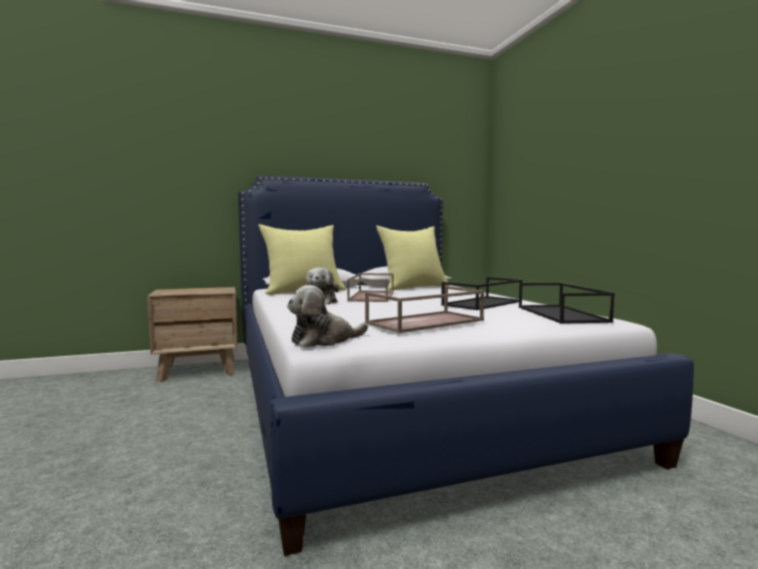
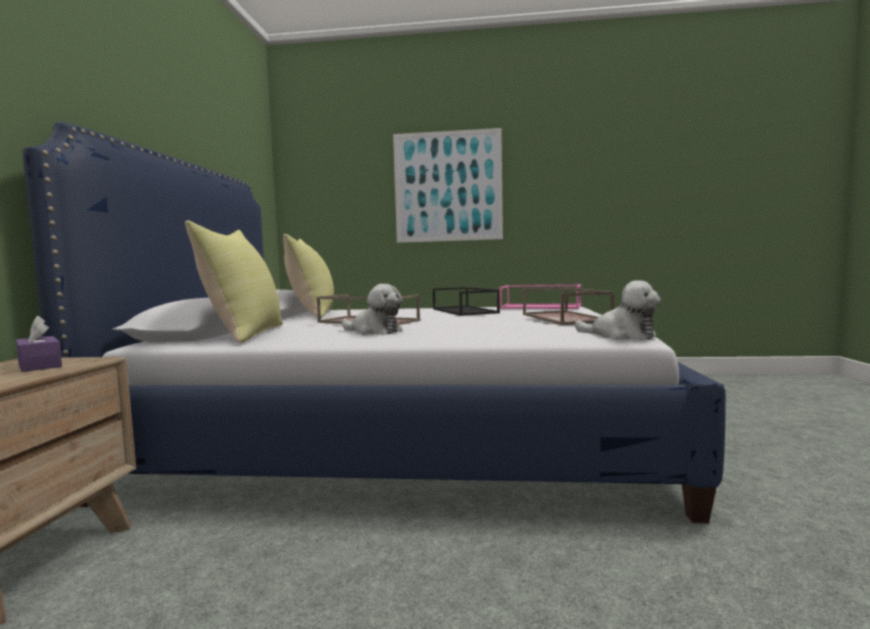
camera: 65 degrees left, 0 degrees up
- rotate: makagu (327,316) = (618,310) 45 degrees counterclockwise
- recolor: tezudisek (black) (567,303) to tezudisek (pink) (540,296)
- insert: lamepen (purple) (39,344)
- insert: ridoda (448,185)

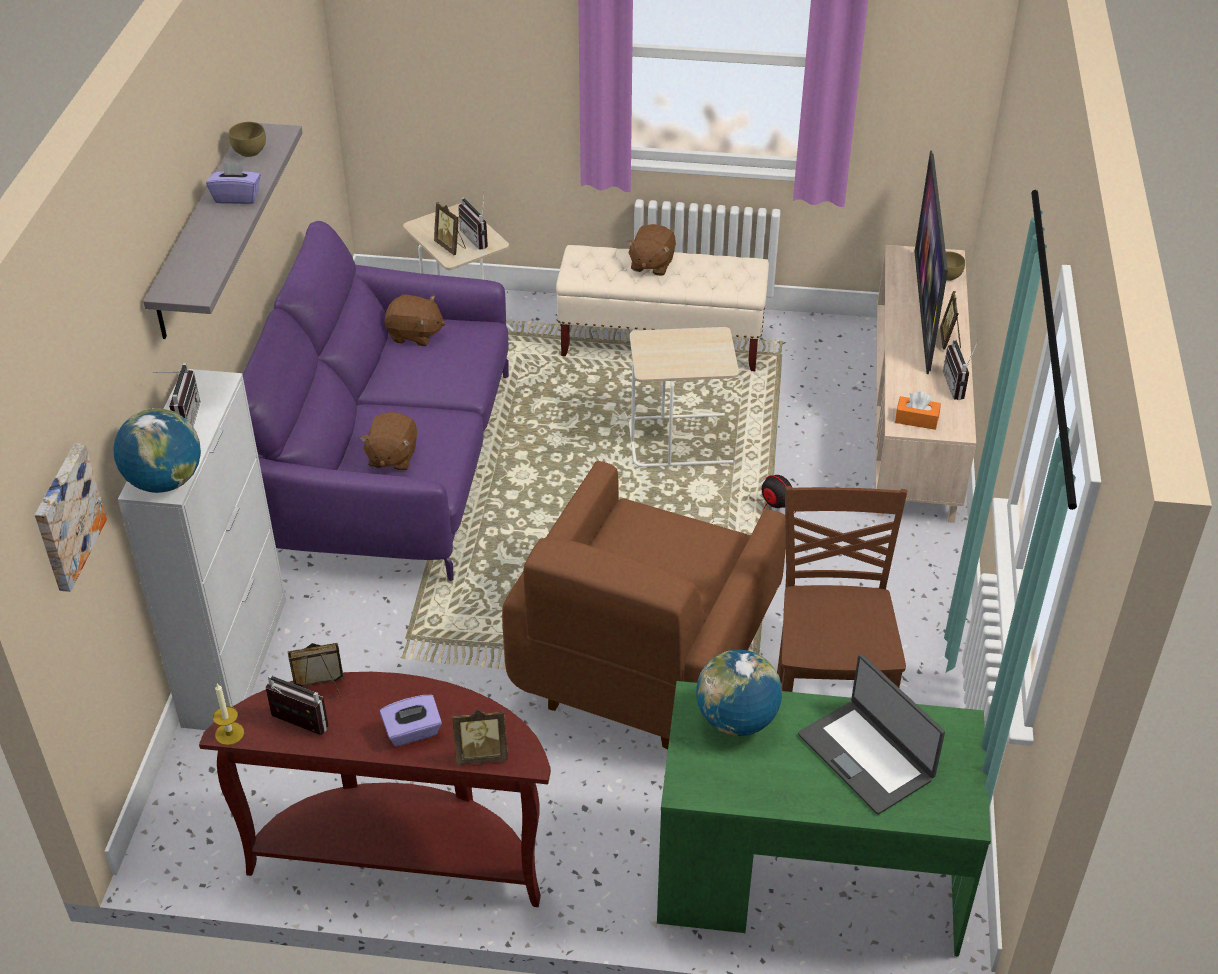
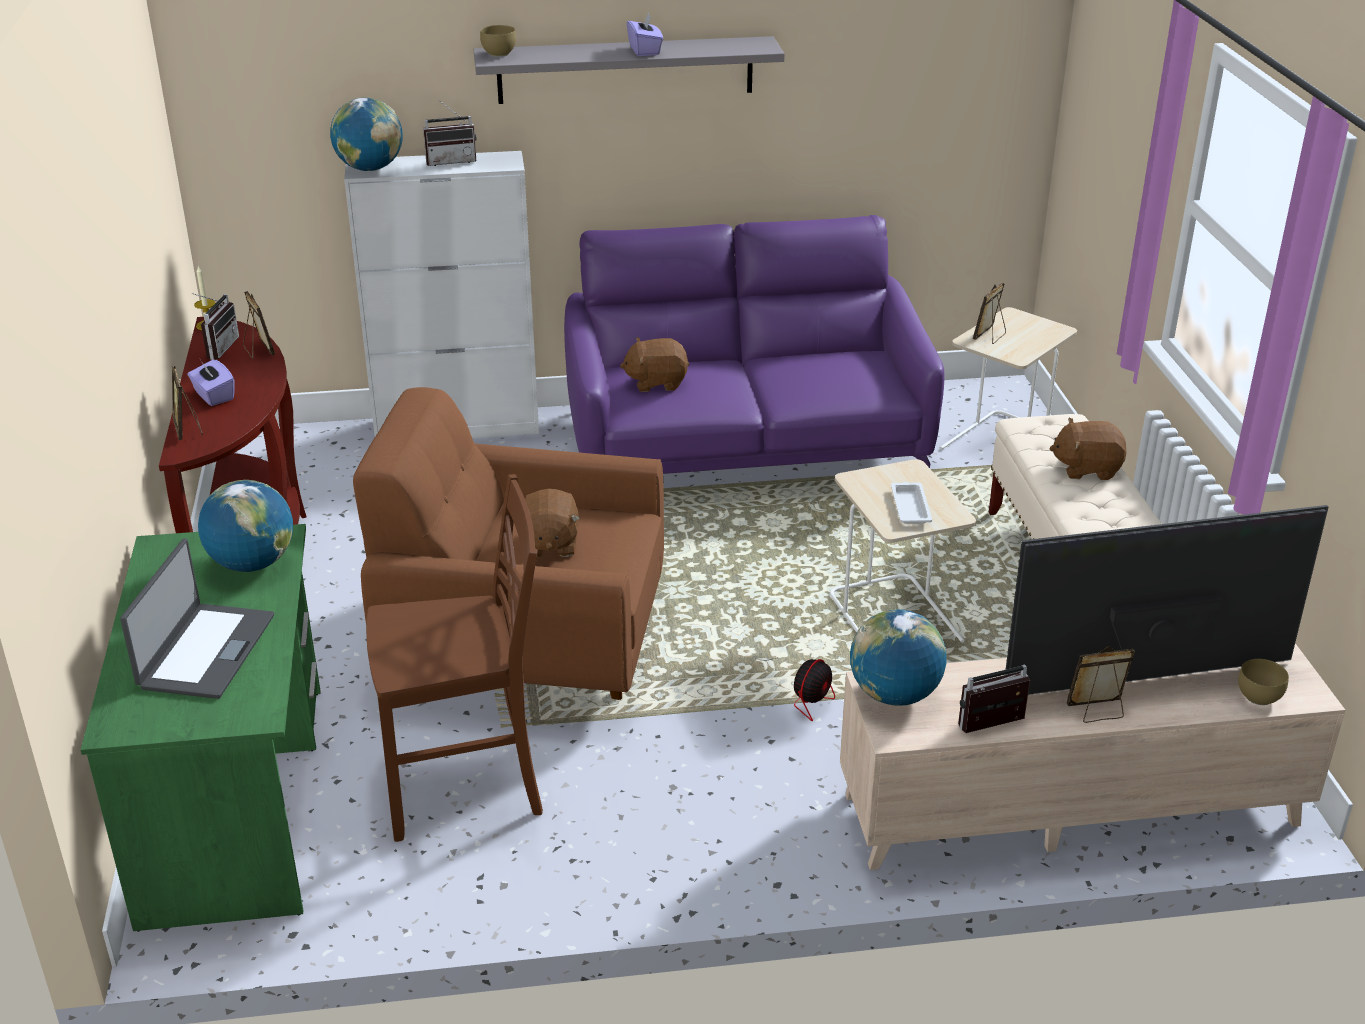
camera: 75 degrees right, 10 degrees down
- delete: ridoda (71,517)
- move: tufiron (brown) (247,139) to (498,41)
- move: makagu (brown) (415,320) to (552,523)
- delete: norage (473,220)
- rotate: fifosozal (871,734) = (197,619) 150 degrees clockwise
- replace: lamepen (orange) (918,410) to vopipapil (898,657)
- insert: tezudisek (white) (911,503)

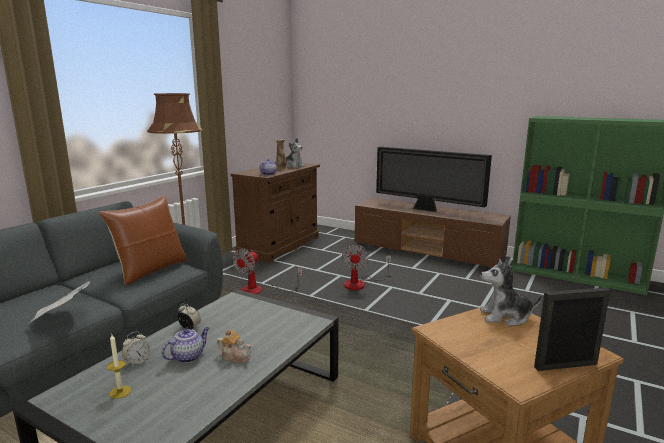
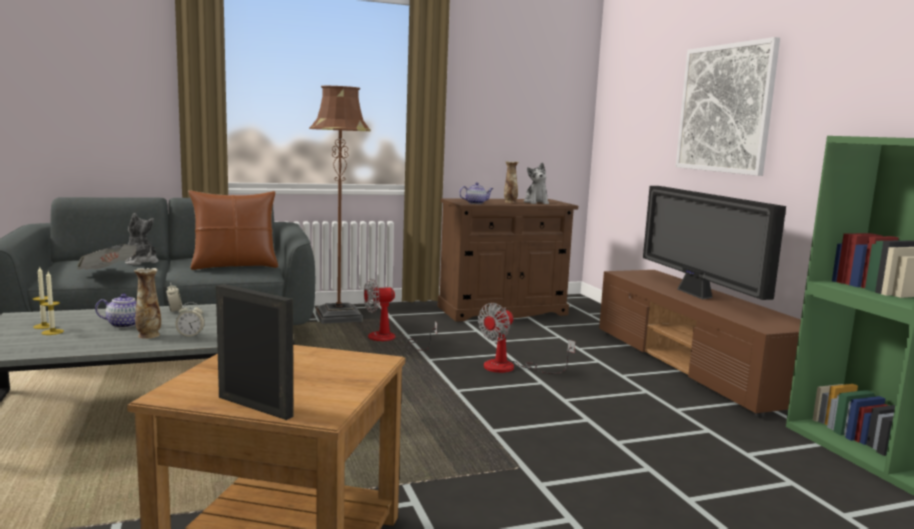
camera: 40 degrees right, 5 degrees down
- move: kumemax (136,349) to (190,319)
- replace: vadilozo (234,346) to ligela (147,303)
- move: makagu (511,292) to (141,239)
- insert: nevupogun (52,303)
- insert: ridoda (728,106)

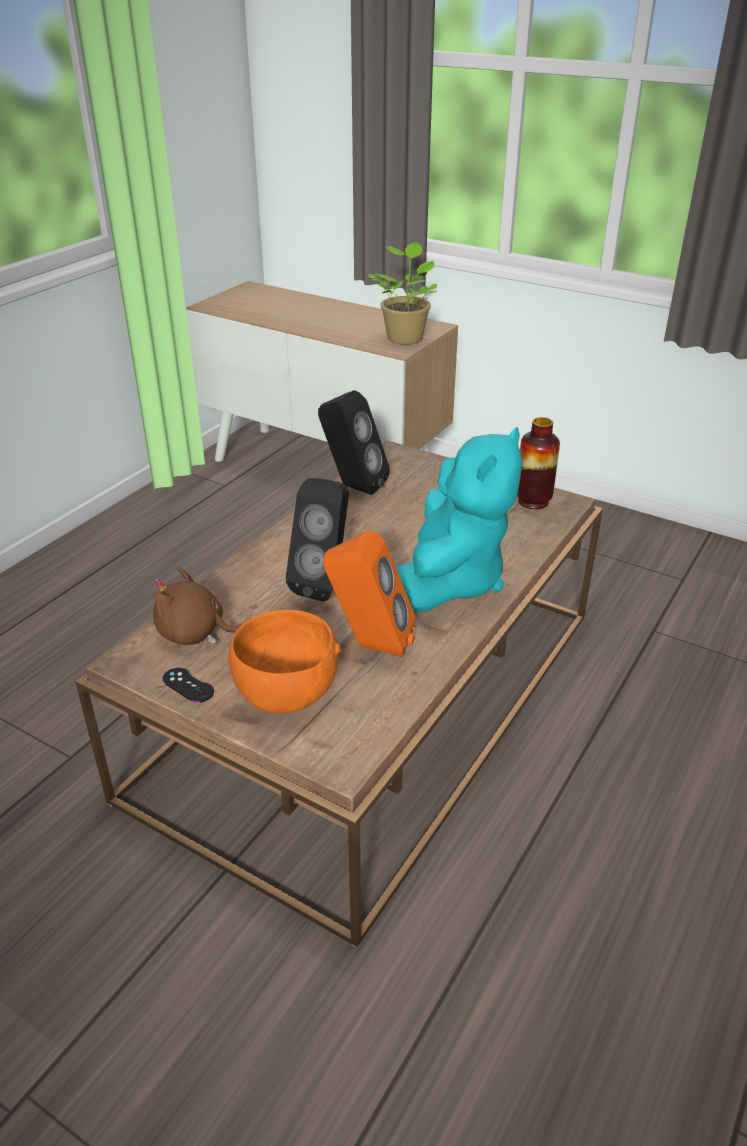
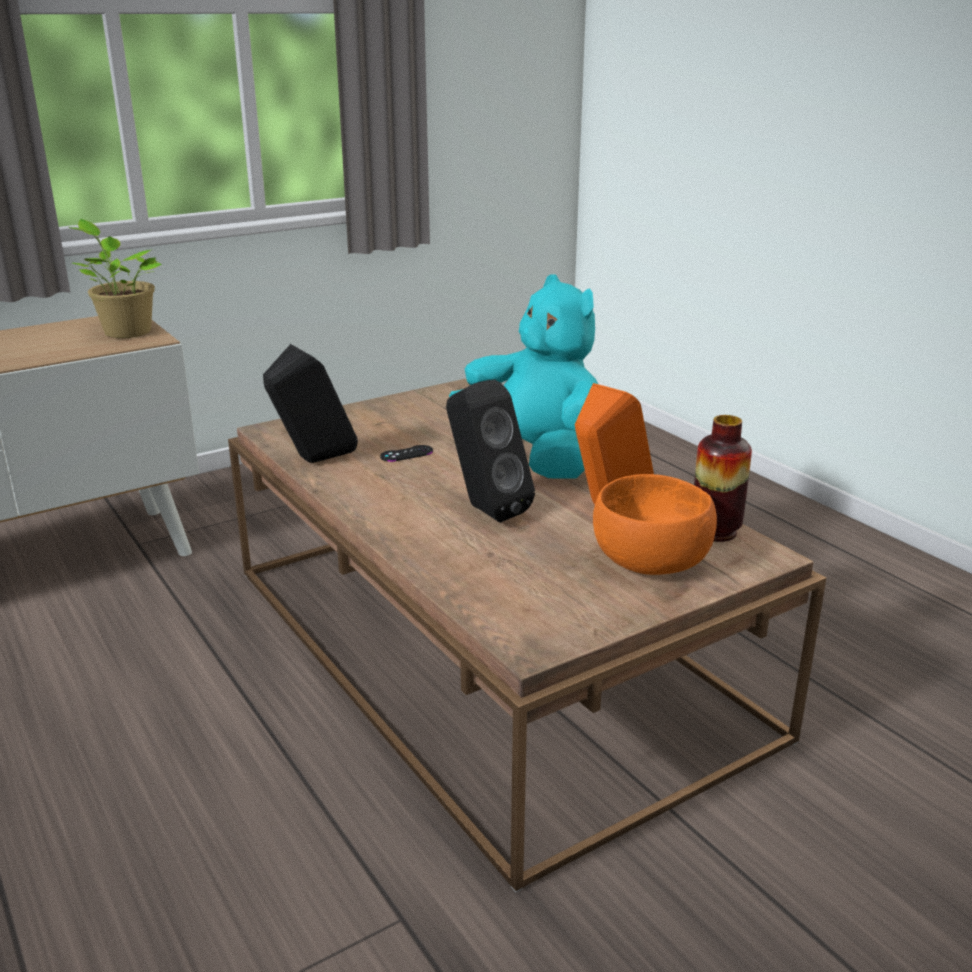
camera: 65 degrees left, 10 degrees down
- delete: makagu (brown) (196,606)
- move: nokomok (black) (188,685) to (406,453)
- move: ligela (538,463) to (723,478)

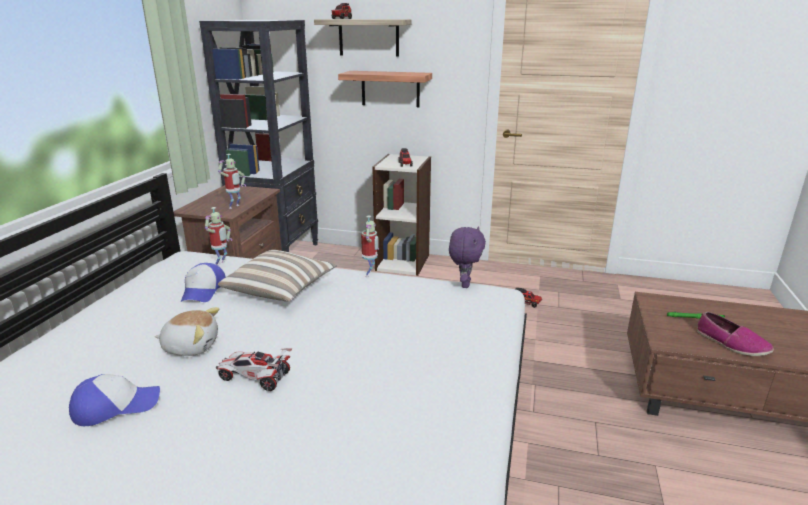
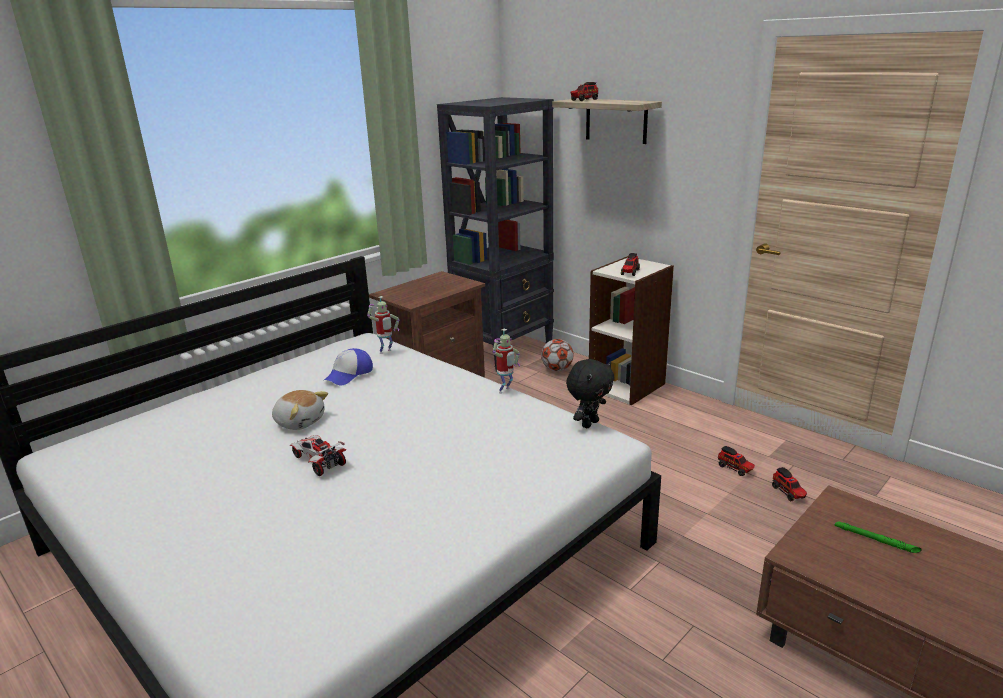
camera: 30 degrees right, 0 degrees up
- delete: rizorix (114,400)
- delete: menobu (232,181)
- delete: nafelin (277,276)
- delete: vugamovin (385,89)
- recolor: makagu (purple) (467,257) to makagu (black) (590,393)
- delete: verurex (735,334)
- insert: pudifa (557,355)
- insert: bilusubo (789,484)

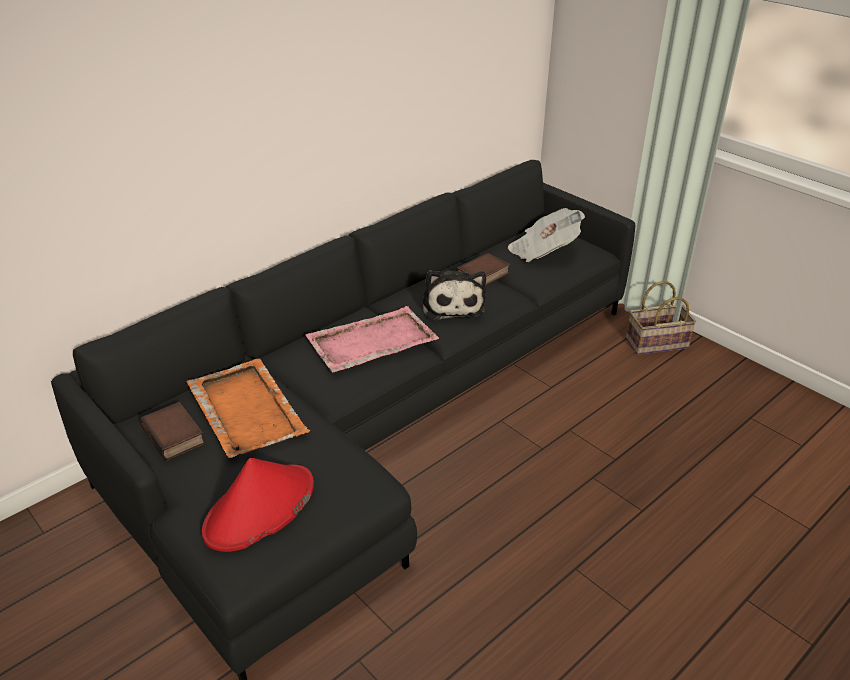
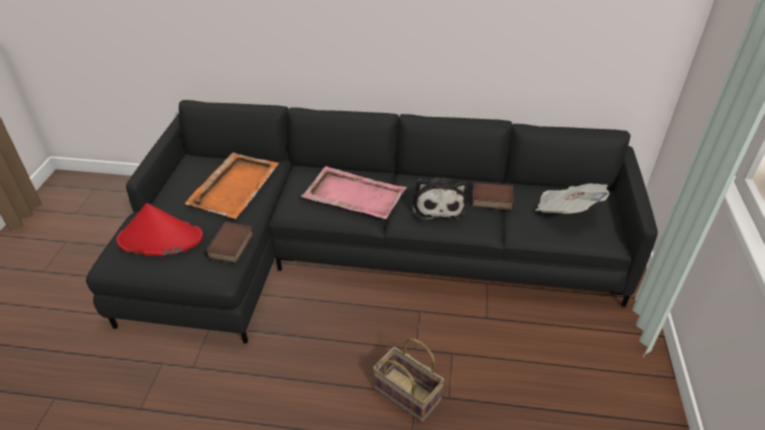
camera: 50 degrees right, 5 degrees up
- move: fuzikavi (172,431) to (229,242)
- rotate: makagu (454,295) = (440,199) 45 degrees counterclockwise
- move: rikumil (661,318) to (408,380)

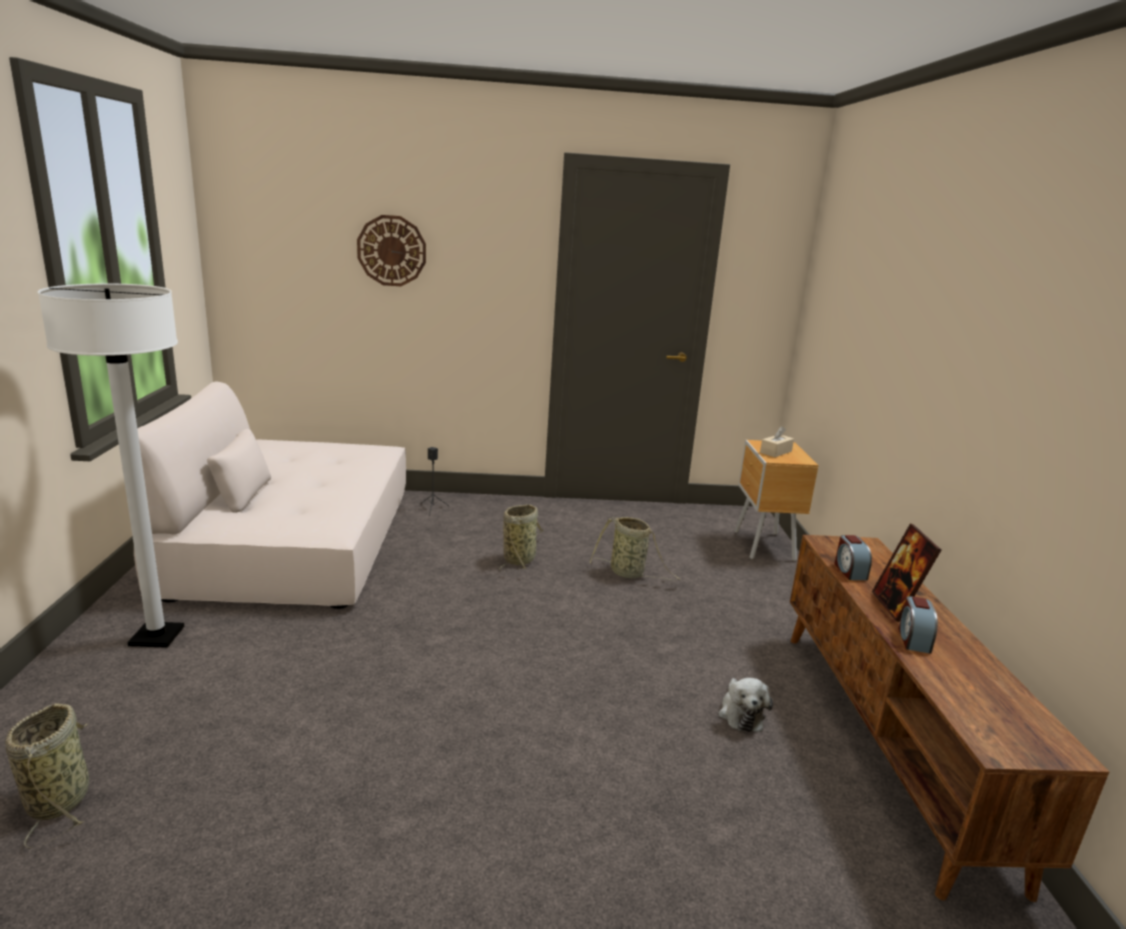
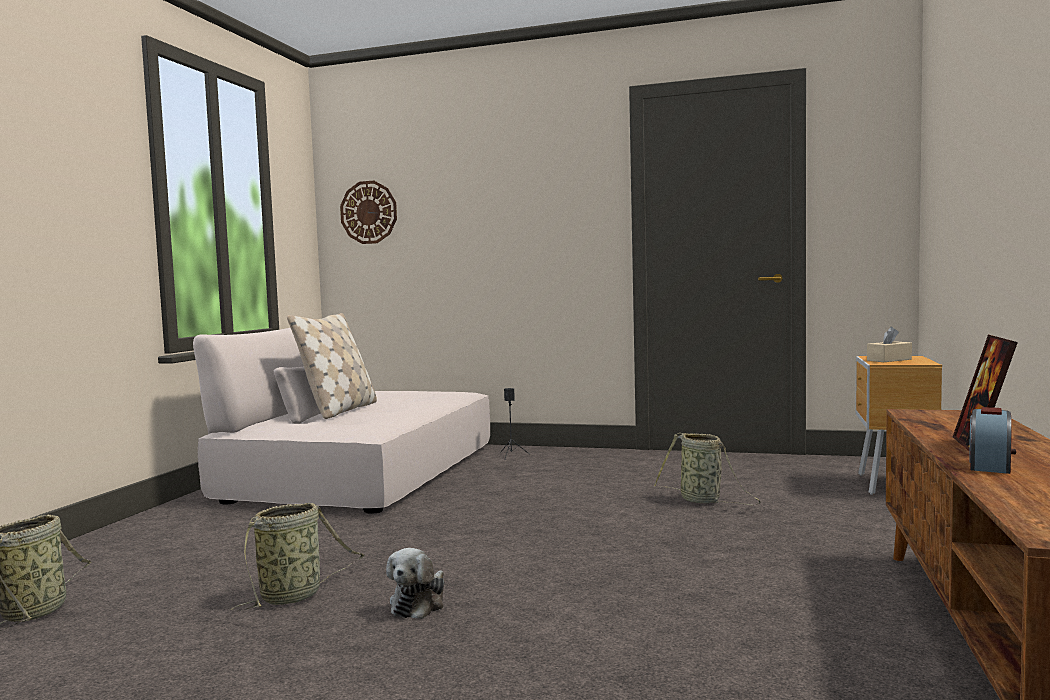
camera: 20 degrees right, 15 degrees down
- delete: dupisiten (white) (111,465)
- move: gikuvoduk (391,250) to (368,212)
- move: rikumil (521,537) to (297,557)
- move: makagu (745,705) to (415,583)
- delete: kumemax (853,557)
- insert: nafelin (beige) (332,366)

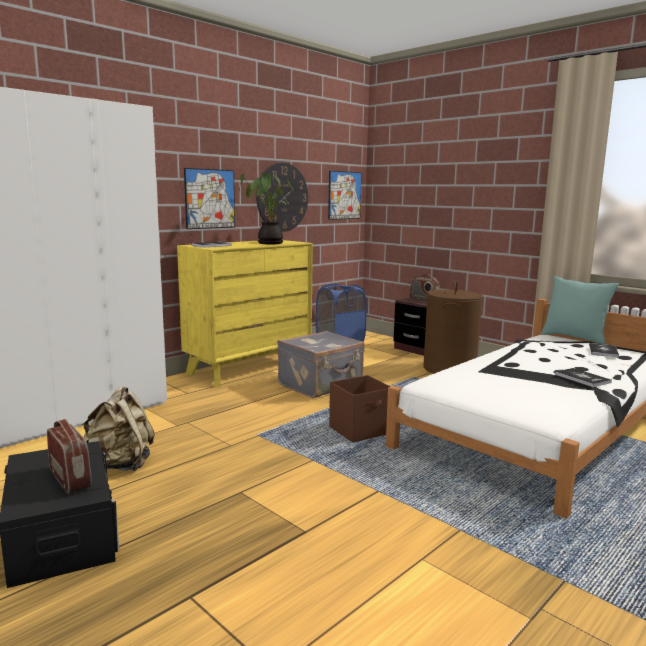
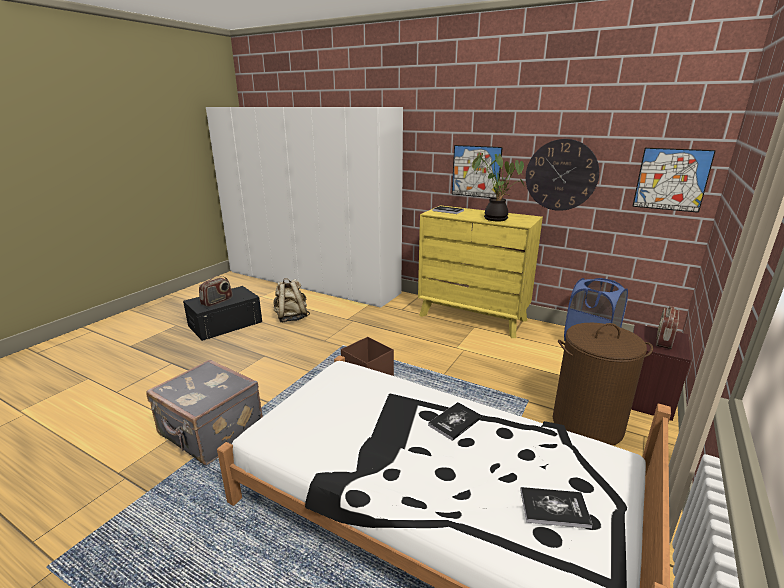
camera: 75 degrees right, 10 degrees up
- move: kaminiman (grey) (321,364) to (204,412)
- delete: nafelin (turquoise) (580,310)
- move: fuzikavi (583,377) to (455,421)

